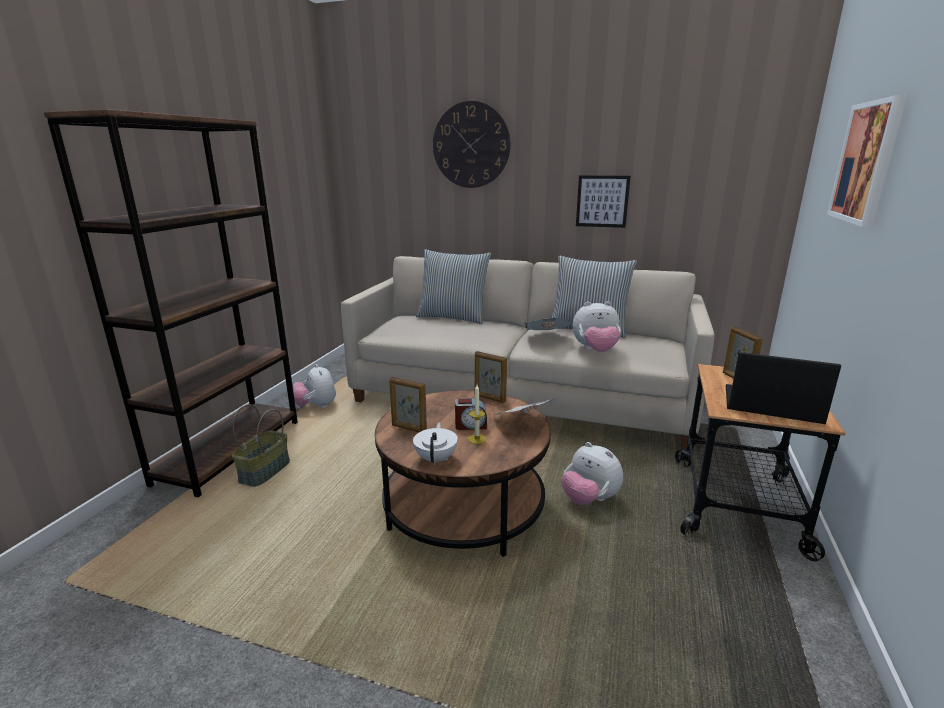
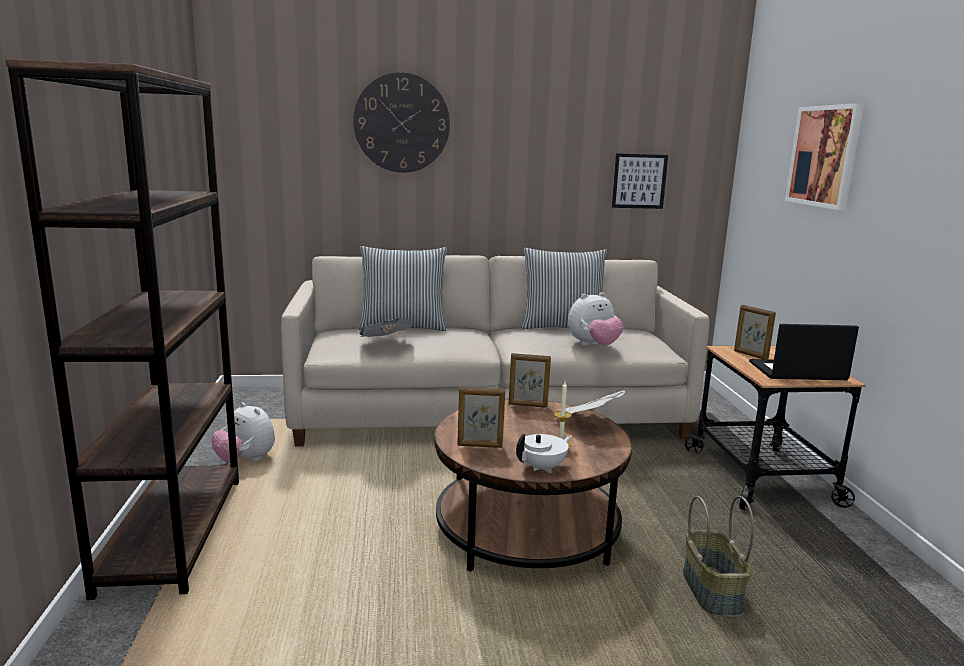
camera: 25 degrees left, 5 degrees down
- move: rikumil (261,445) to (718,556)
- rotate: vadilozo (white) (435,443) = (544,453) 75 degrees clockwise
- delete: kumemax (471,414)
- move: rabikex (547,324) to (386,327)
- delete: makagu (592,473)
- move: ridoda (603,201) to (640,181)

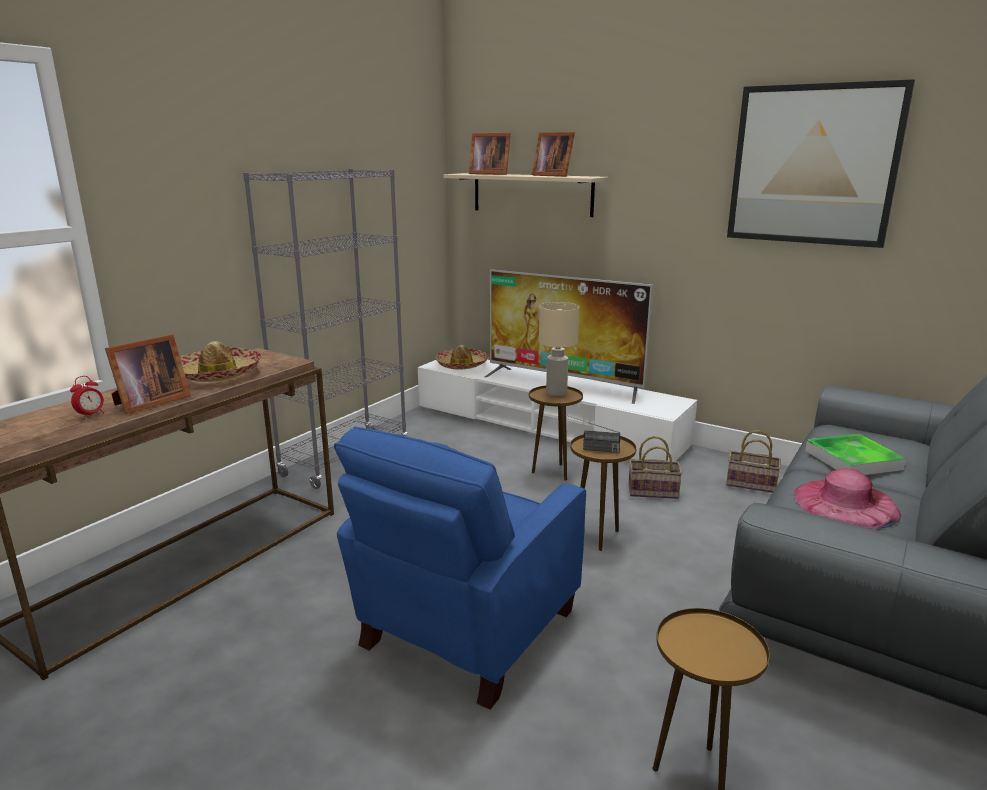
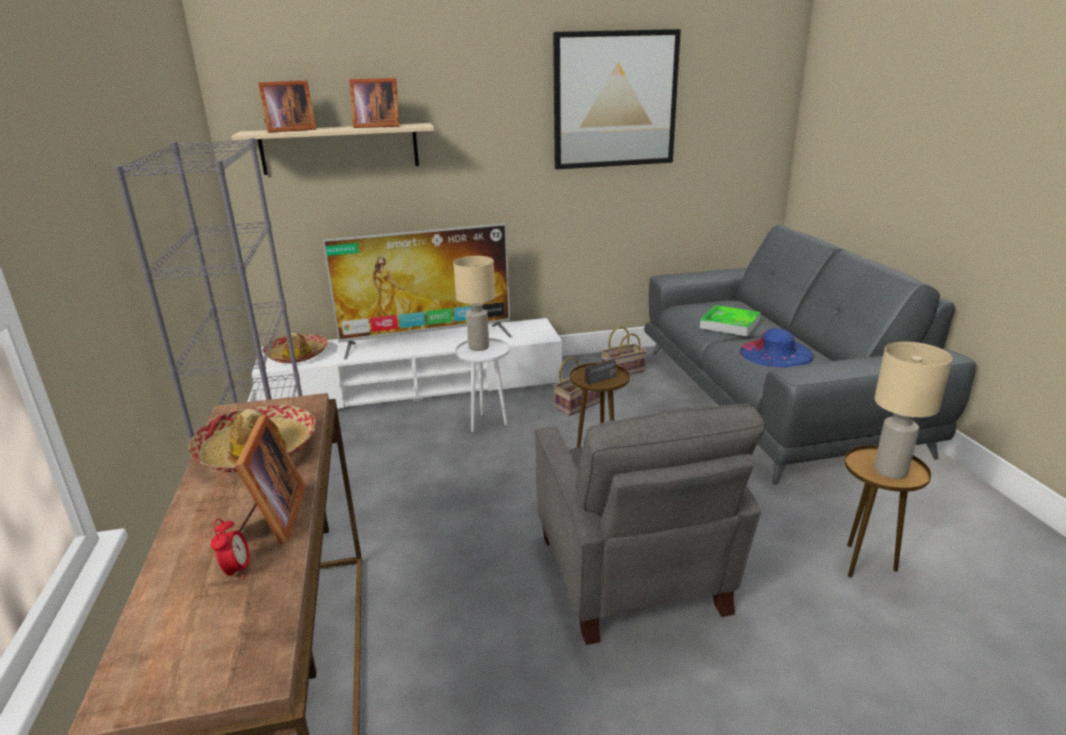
camera: 45 degrees left, 5 degrees up
- recolor: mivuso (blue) (460,568) to mivuso (grey) (650,524)
- recolor: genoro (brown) (556,433) to genoro (white) (482,385)
- recolor: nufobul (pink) (847,499) to nufobul (blue) (777,348)
- insert: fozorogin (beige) (913,410)

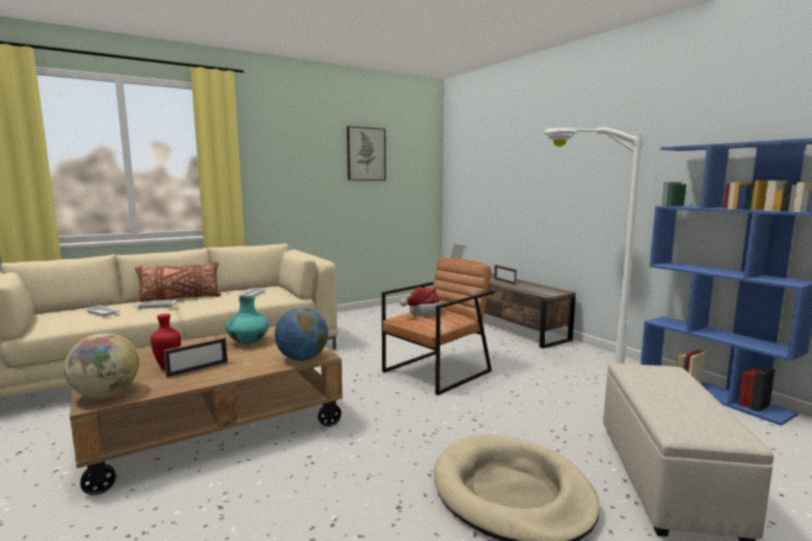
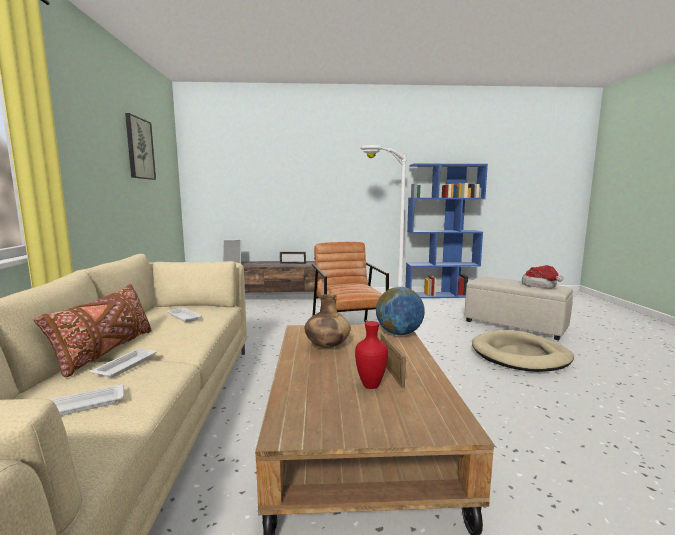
camera: 60 degrees left, 0 degrees up
- delete: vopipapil (101,365)
- recolor: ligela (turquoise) (247,320) to ligela (brown) (327,321)
- move: nufobul (422,302) to (542,276)

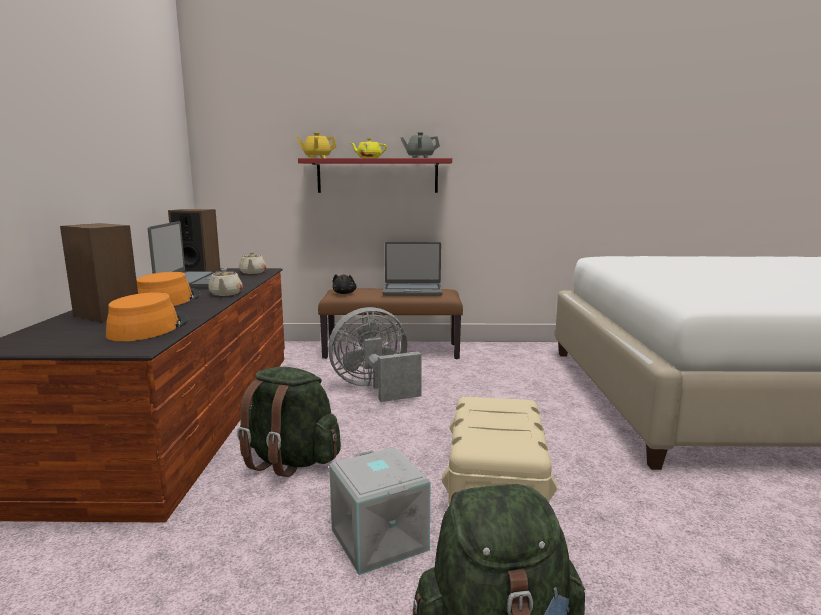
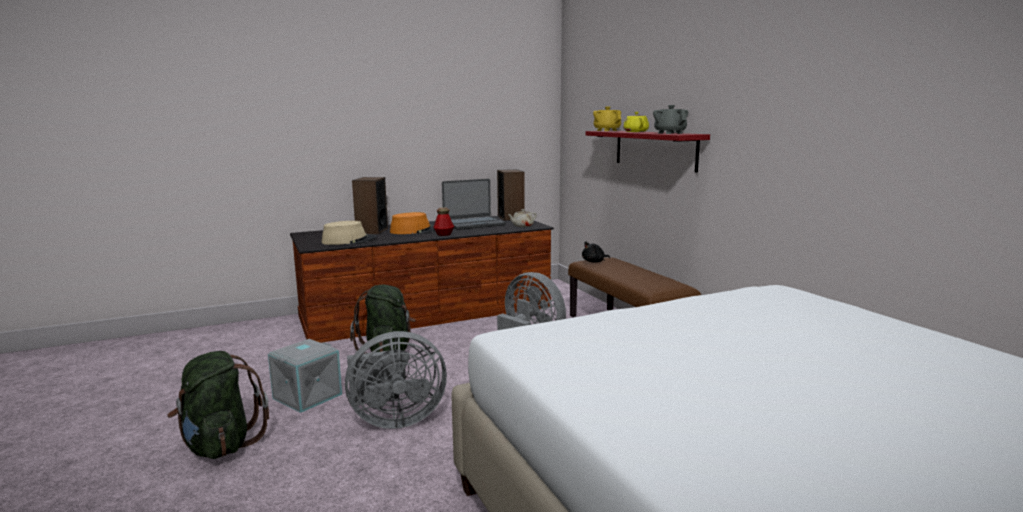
camera: 65 degrees right, 0 degrees up
- recolor: nufobul (orange) (147,316) to nufobul (beige) (349,233)
- replace: vadilozo (beige) (225,282) to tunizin (443,221)
- delete: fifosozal (412,269)
- replace: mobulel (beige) (500,451) to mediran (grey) (396,380)

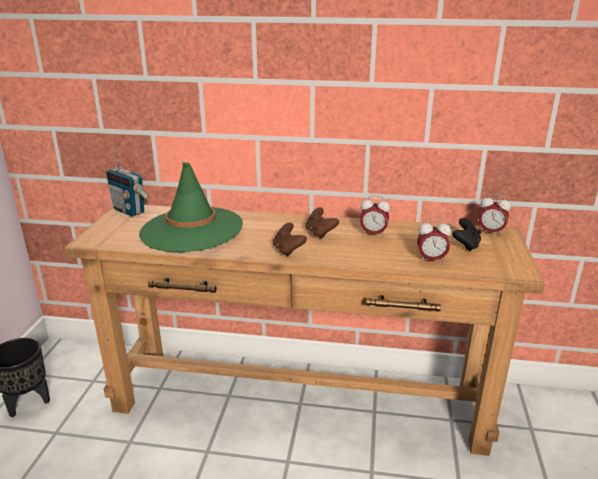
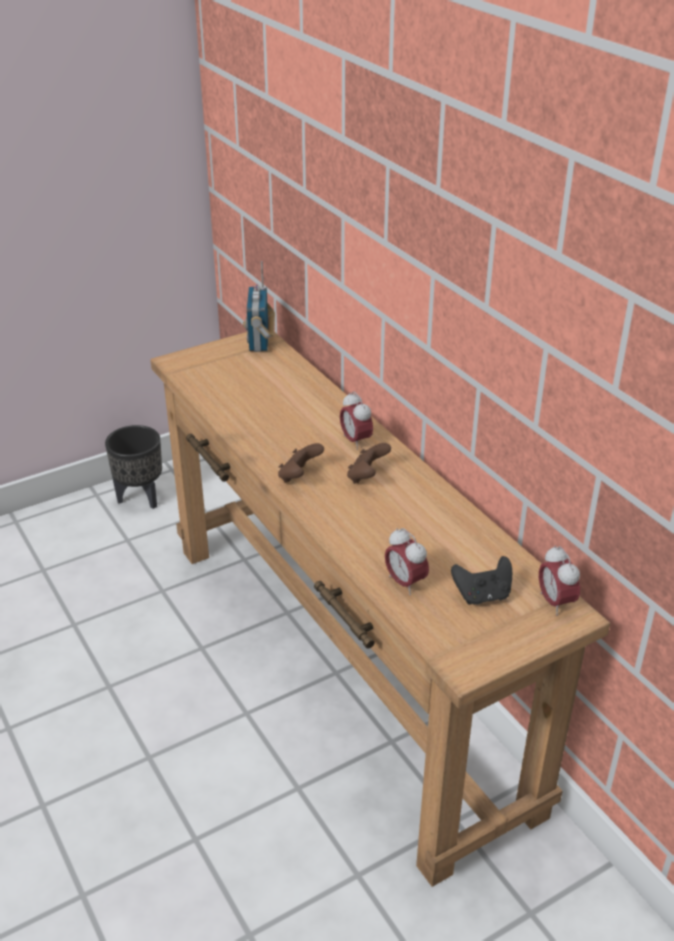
camera: 50 degrees right, 10 degrees up
- delete: nufobul (green) (191,207)
- move: kumemax (375,216) to (356,420)

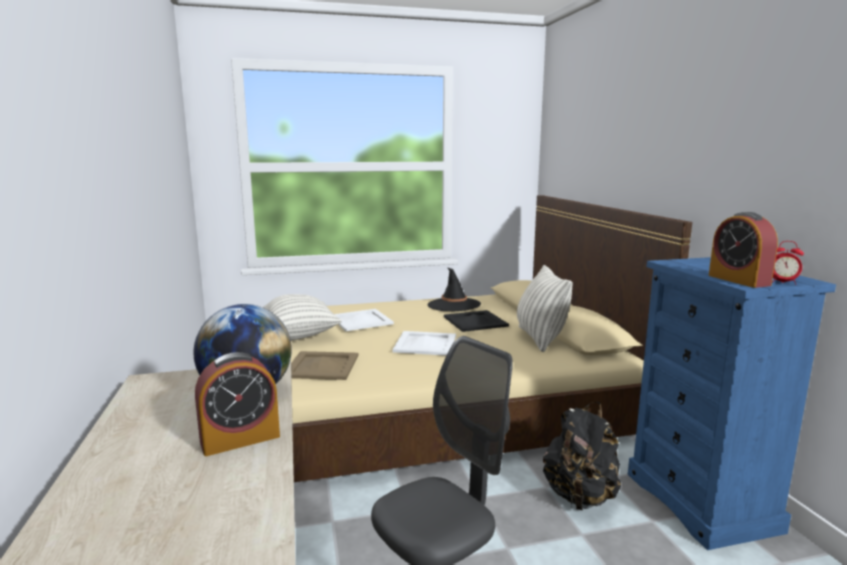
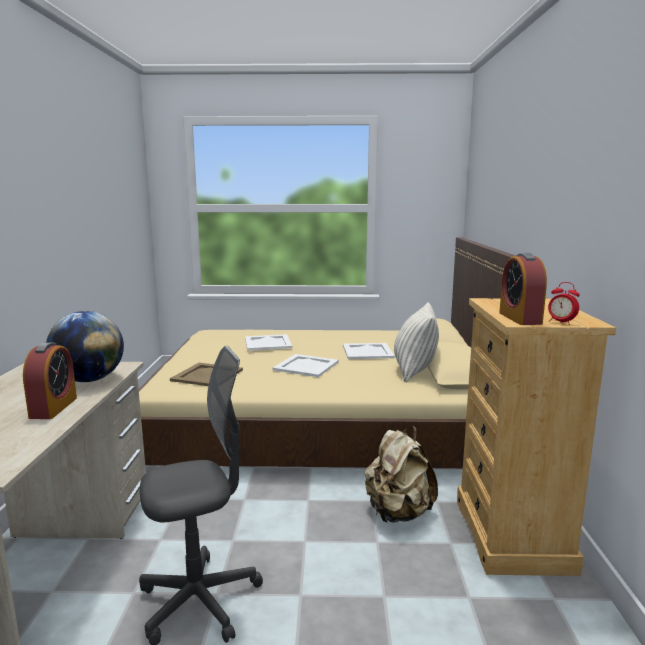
camera: 15 degrees right, 0 degrees up
- rotate: kumemax (237,404) = (50,381) 75 degrees counterclockwise
- delete: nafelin (302,317)
- delete: nufobul (black) (454,289)
- recolor: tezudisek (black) (476,321) to tezudisek (white) (369,351)
- recolor: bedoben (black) (582,456) to bedoben (beige) (401,474)
- recolor: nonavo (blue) (732,403) to nonavo (beige) (536,437)

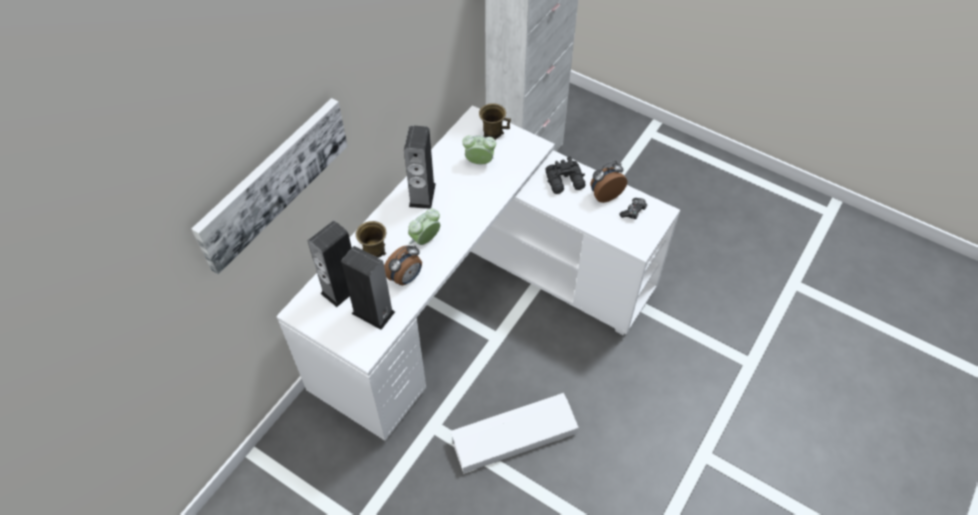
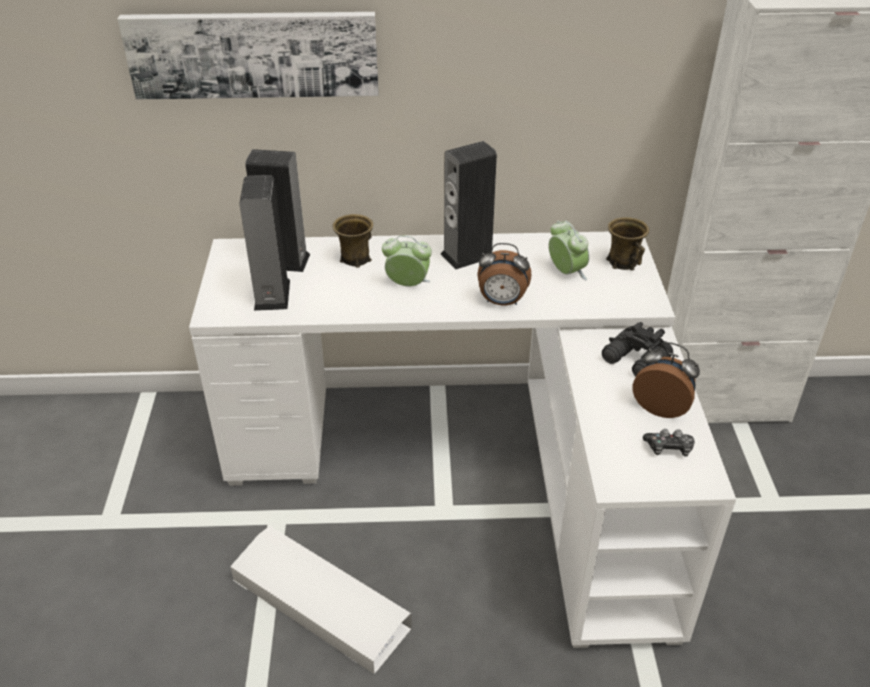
camera: 55 degrees right, 15 degrees down
- move: kumemax (403,265) to (504,274)

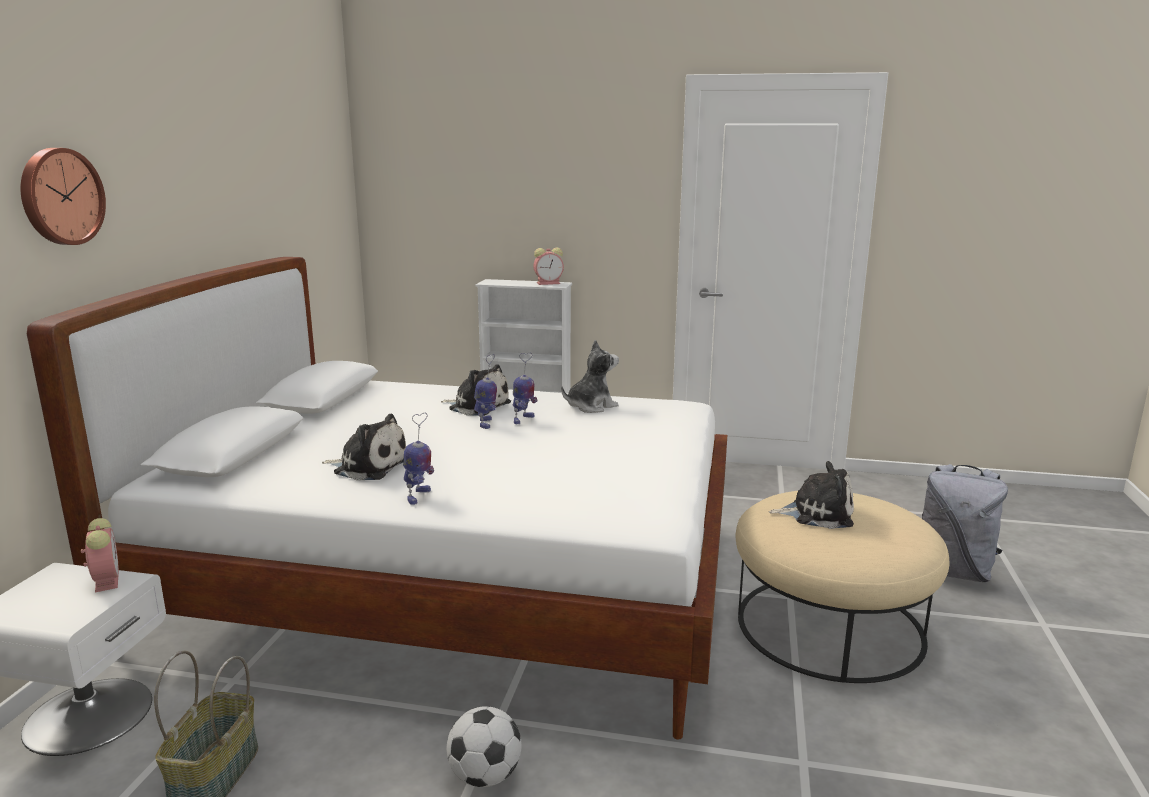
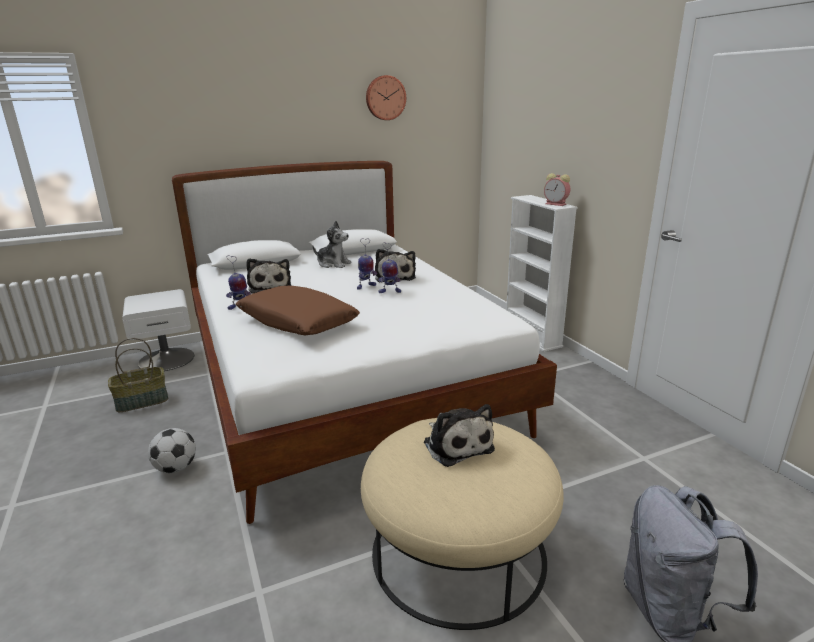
camera: 55 degrees right, 5 degrees up
- move: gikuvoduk (63,196) to (386,97)
- delete: kumemax (100,555)
- move: makagu (590,376) to (332,244)
- insert: nafelin (brown) (298,310)

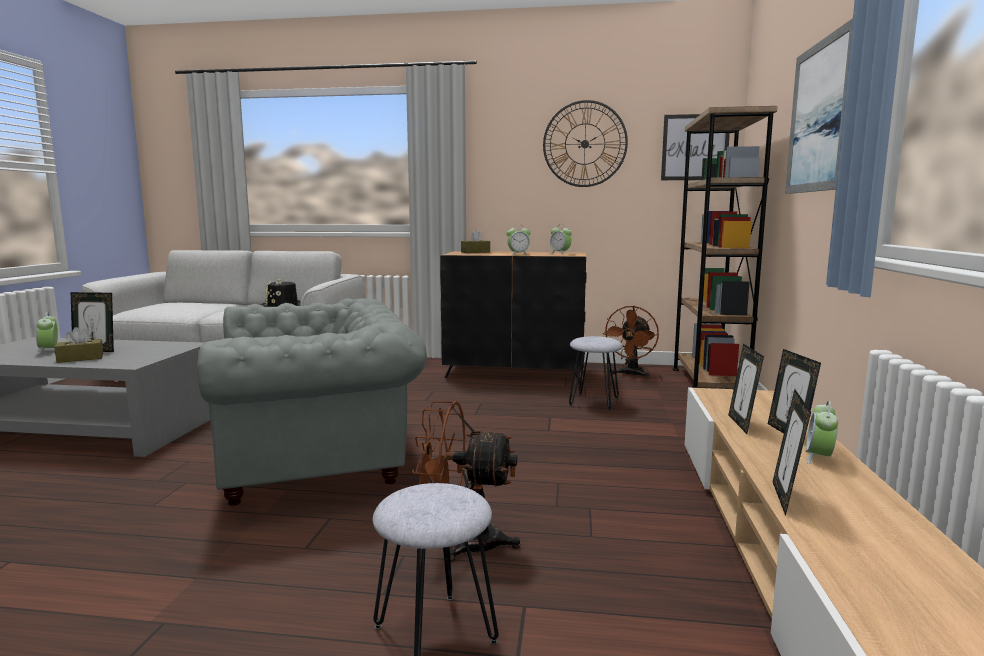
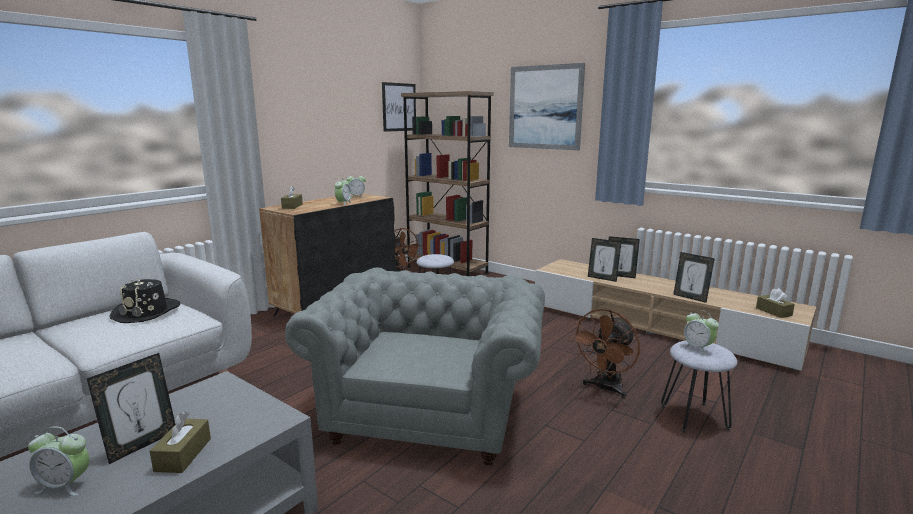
camera: 60 degrees left, 5 degrees up
- delete: gikuvoduk (585,143)
- move: kumemax (821,432) to (700,332)
- insert: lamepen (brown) (775,303)

